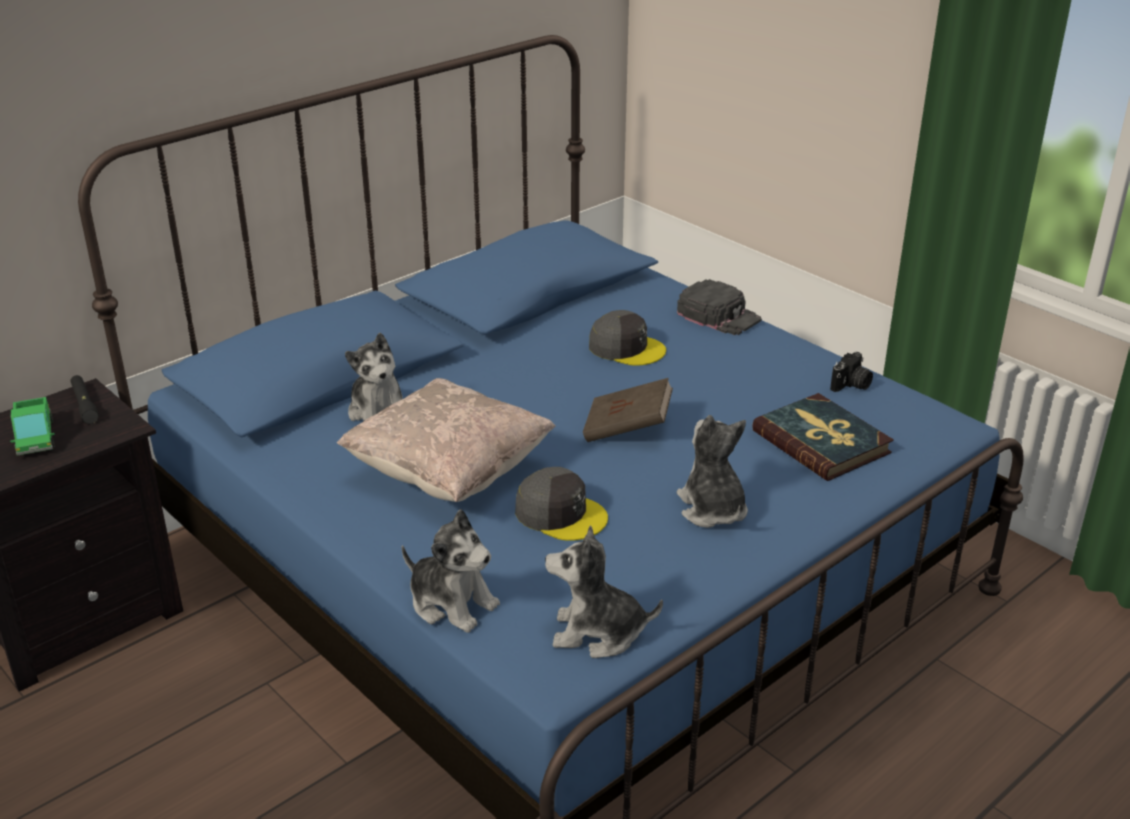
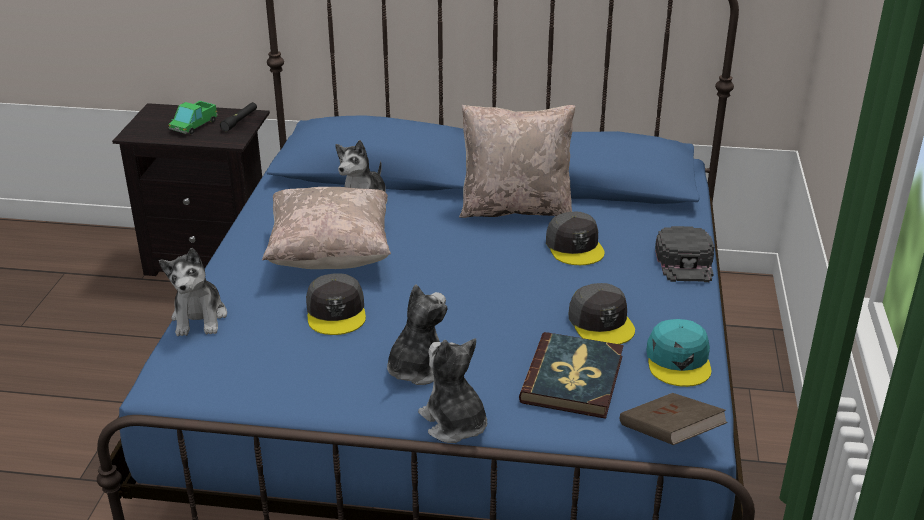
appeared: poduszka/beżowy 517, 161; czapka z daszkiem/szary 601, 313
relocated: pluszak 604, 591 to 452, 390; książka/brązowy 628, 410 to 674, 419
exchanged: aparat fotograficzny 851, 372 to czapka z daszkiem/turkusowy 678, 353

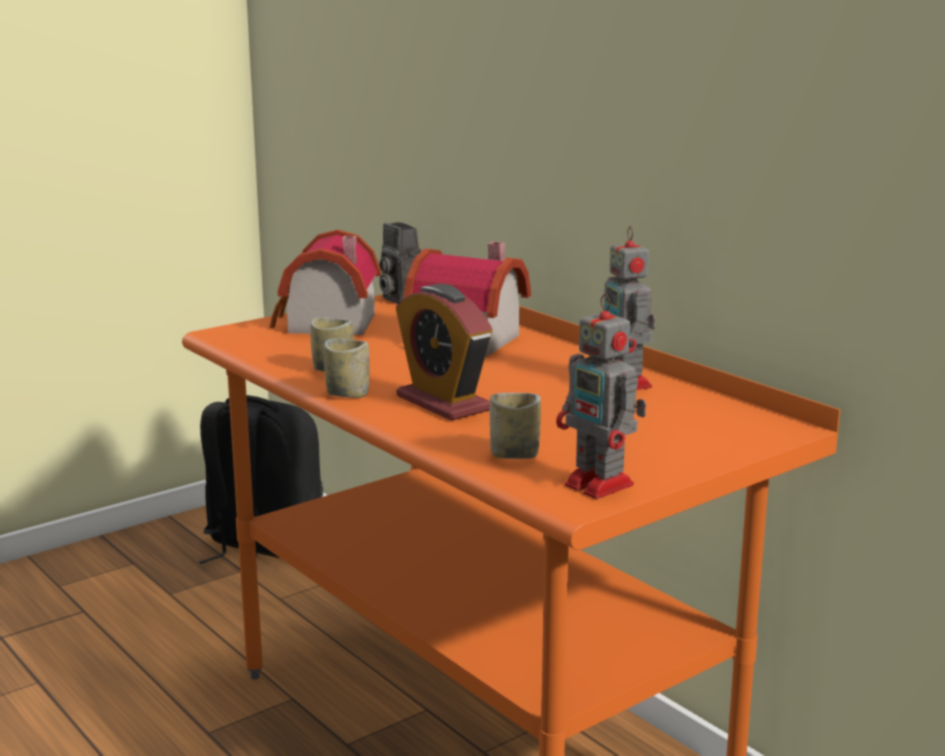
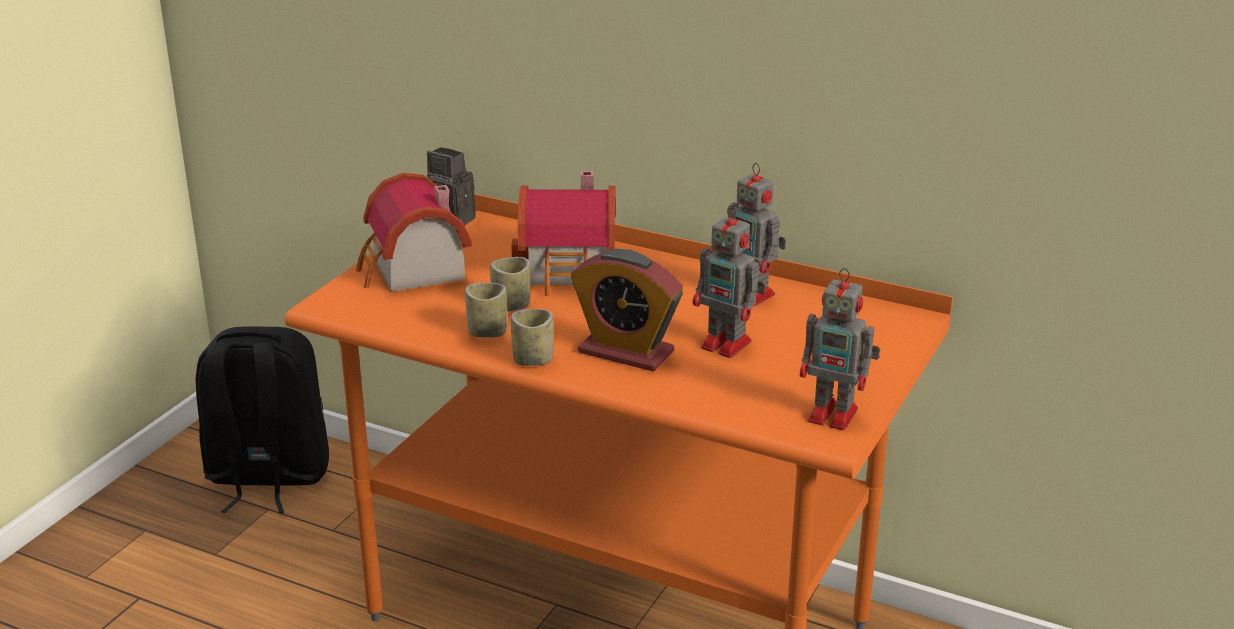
appeared: robot zabawkowy 729, 282
relocated: filiżanka 515, 426 to 510, 284

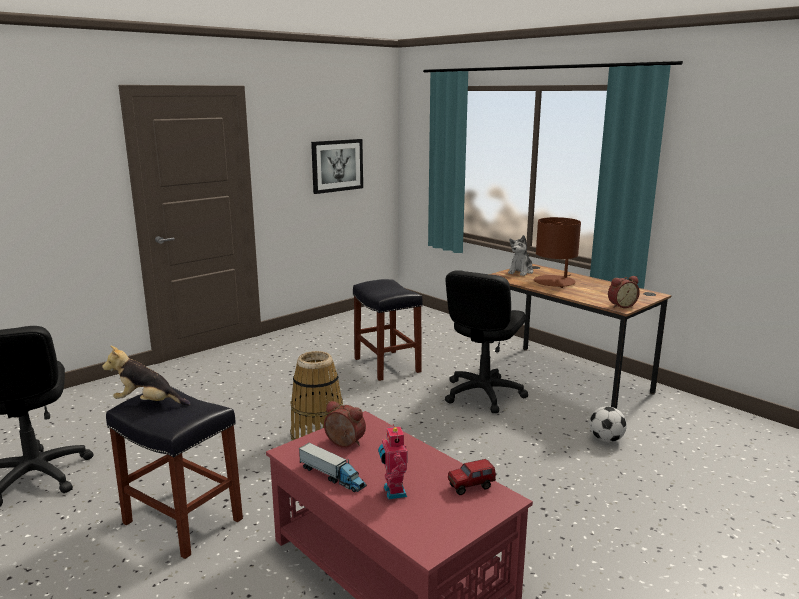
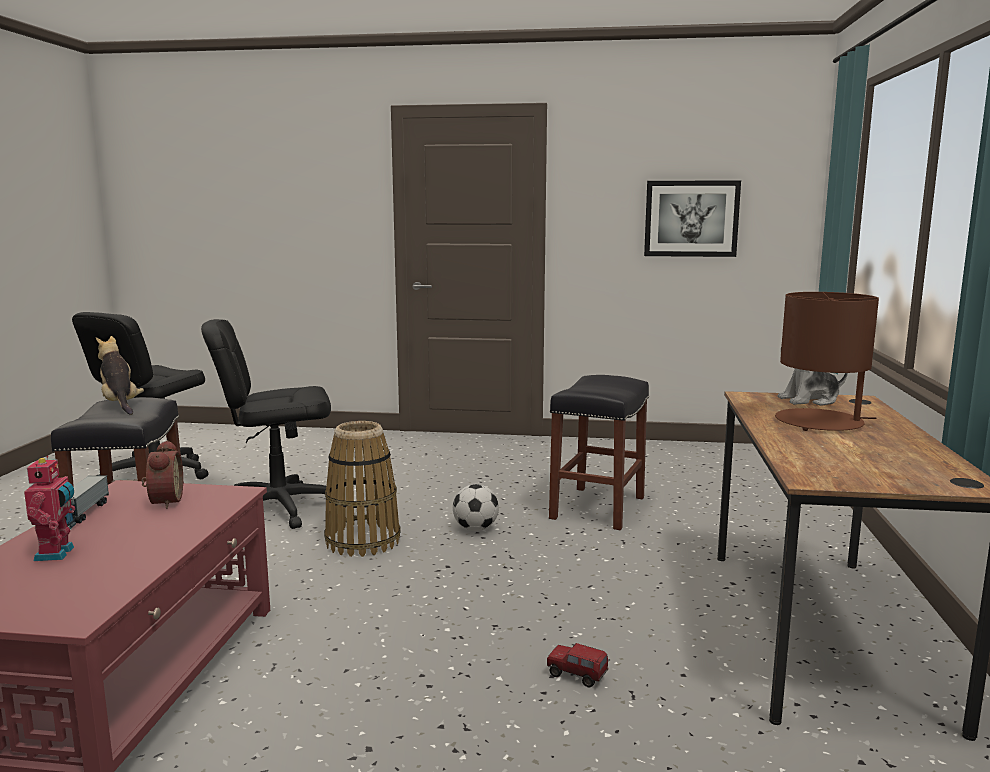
missing: budzik 624, 292
relocated: krzesło biurowe/czarny 486, 341 to 266, 424; piłka futbolowa 608, 424 to 476, 507; ciężarówka zabawkowa 472, 477 to 577, 665
spun: robot zabawkowy 392, 462 = 49, 508 135 degrees clockwise

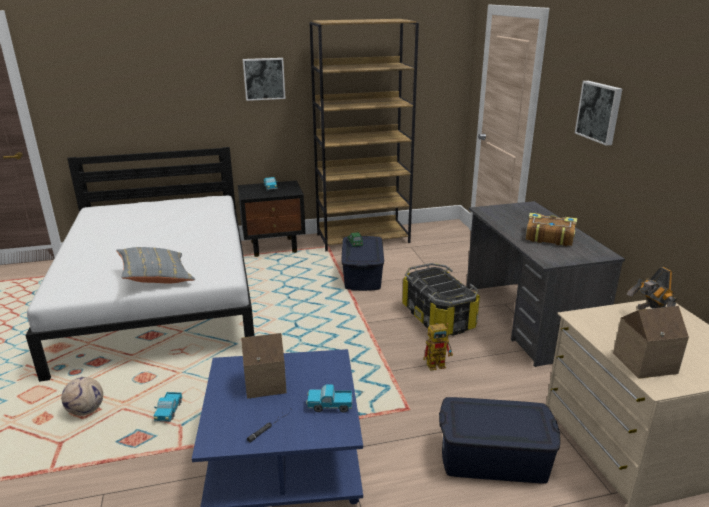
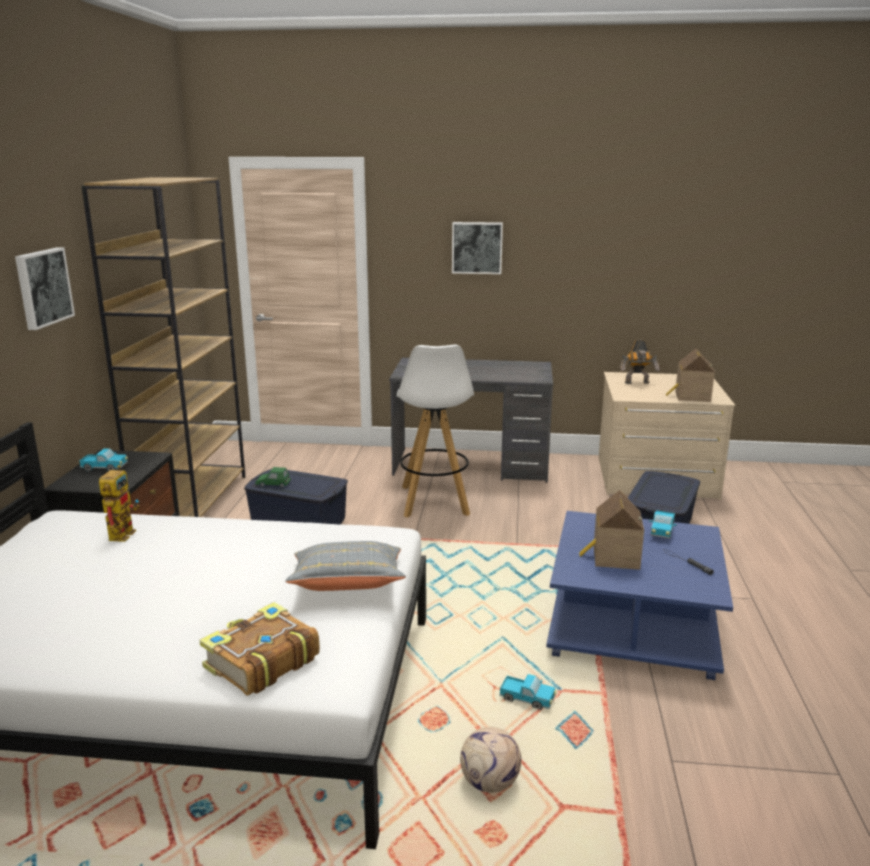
relocated: robot zabawkowy 438, 347 to 119, 503; książka 551, 230 to 260, 649
exchanged: pojemnik do przechowywania 441, 299 to stołek/biały 435, 431

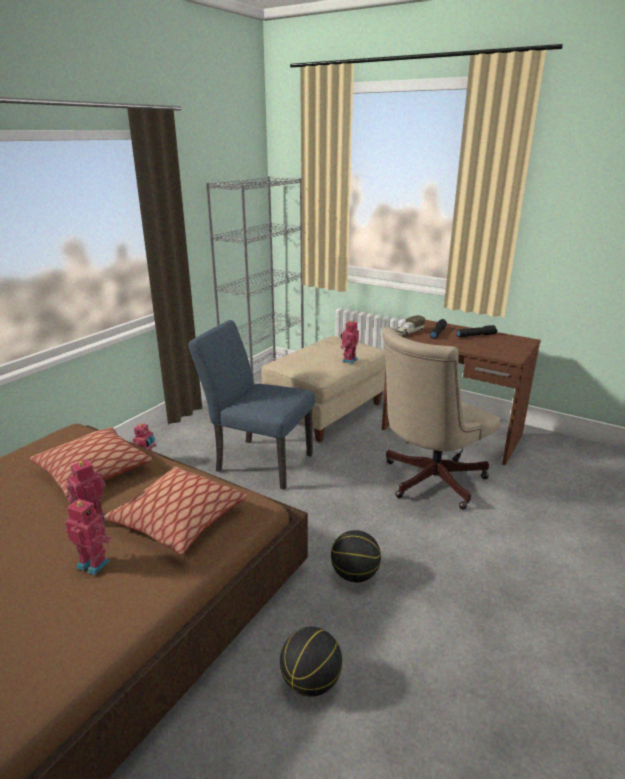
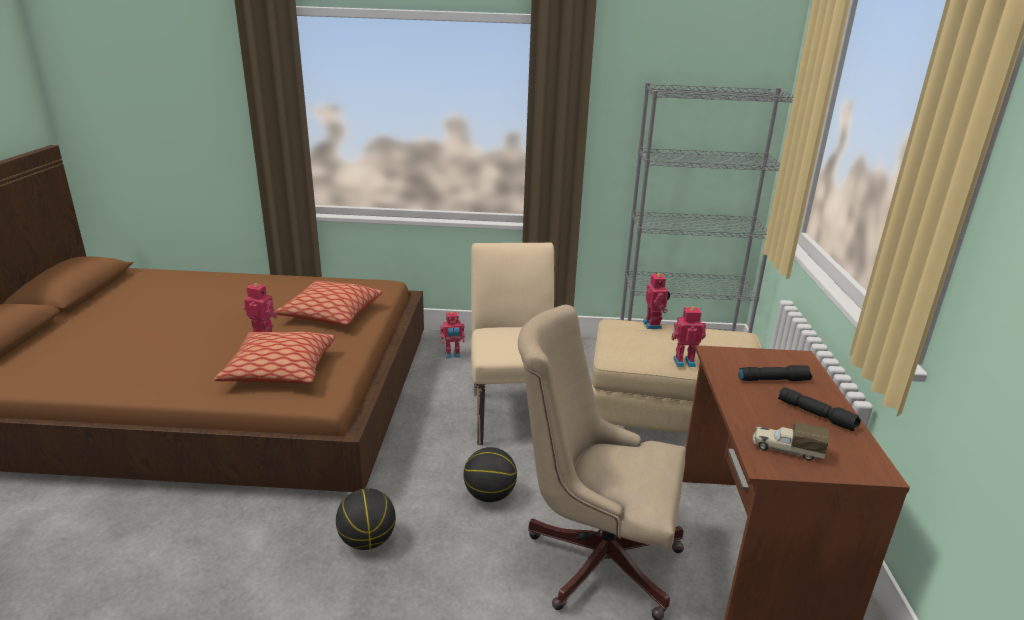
relocated: piłka do koszykówki 311, 662 to 490, 474; robot zabawkowy 88, 537 to 656, 300; ciężarówka zabawkowa 410, 325 to 790, 441
colour: krzesło/niebieski 251, 405 to krzesło/beżowy 512, 344

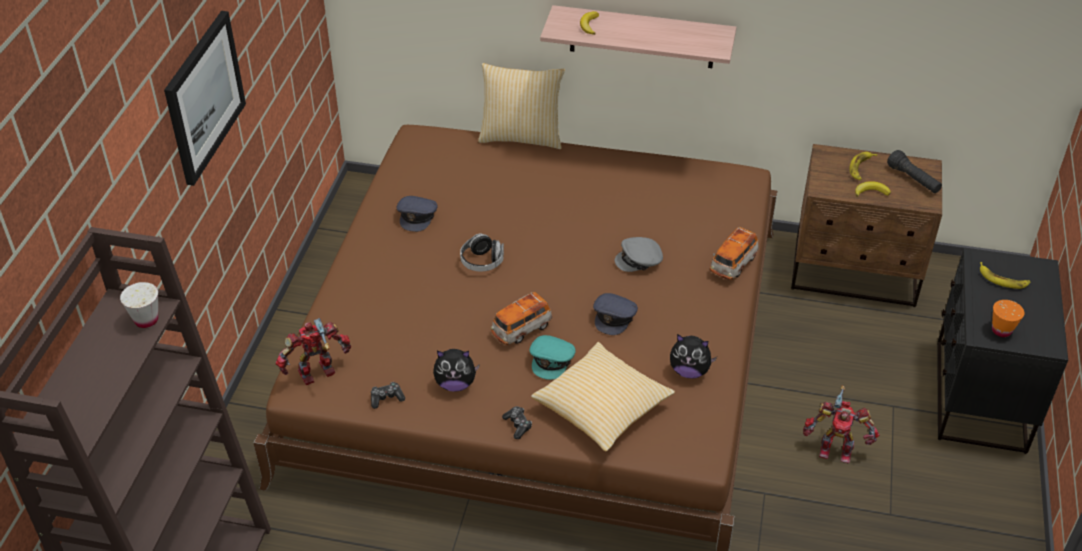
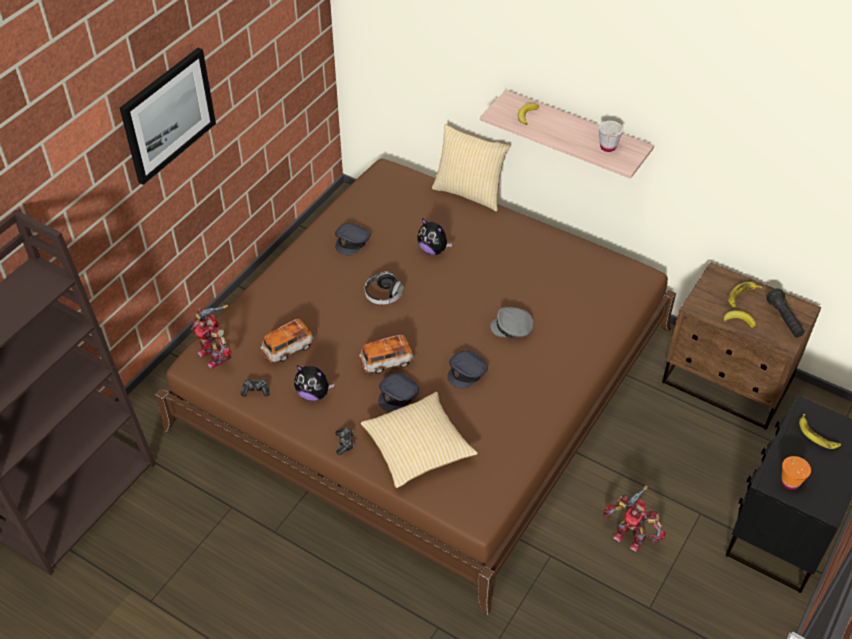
relocated: samochodzik 734, 253 to 287, 341; pluszak 693, 356 to 435, 236; filiżanka/biały 139, 305 to 611, 136
colour: czapka z daszkiem/turkusowy 553, 357 to czapka z daszkiem/szary 398, 392
spun: robot zabawkowy 313, 351 = 211, 337 120 degrees counterclockwise

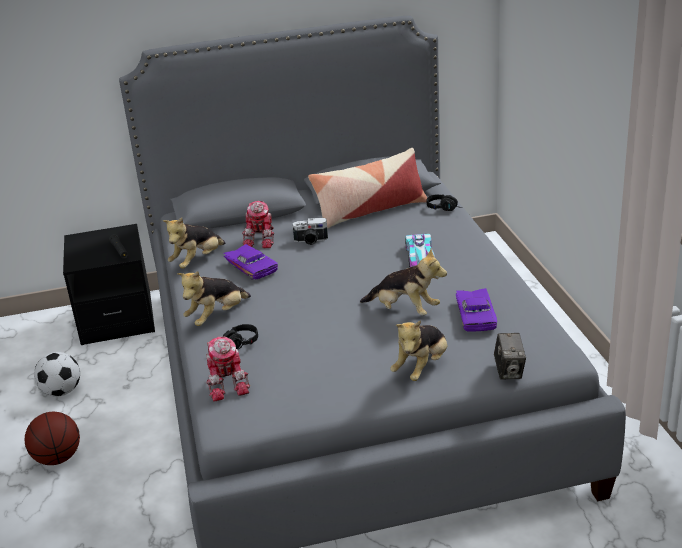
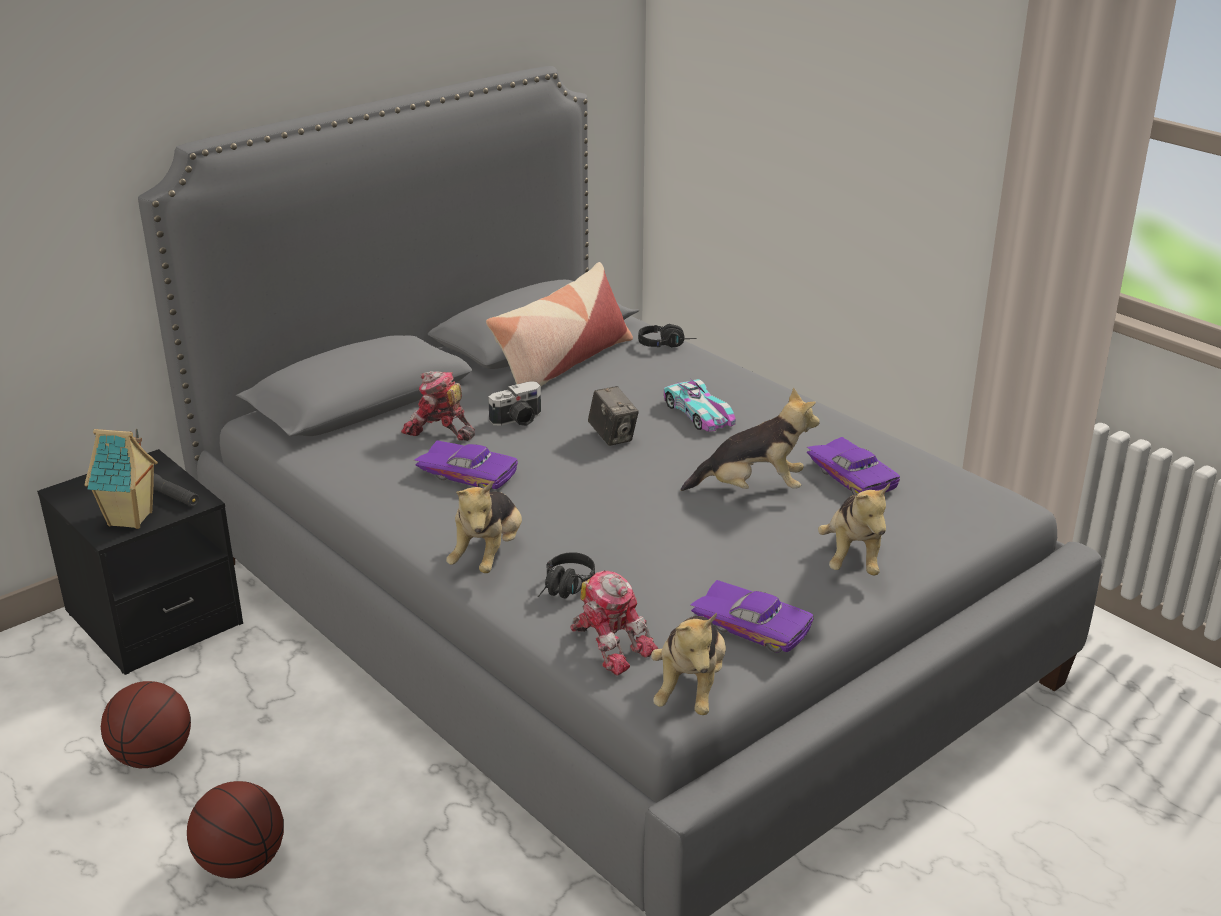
appeared: domek 121, 479; samochodzik/fioletowy 751, 616
relocated: aparat fotograficzny 510, 356 to 613, 416; pluszak 194, 243 to 688, 663
exchanged: piłka futbolowa 57, 374 to piłka do koszykówki 146, 724
spun: robot zabawkowy 258, 224 = 438, 406 135 degrees clockwise

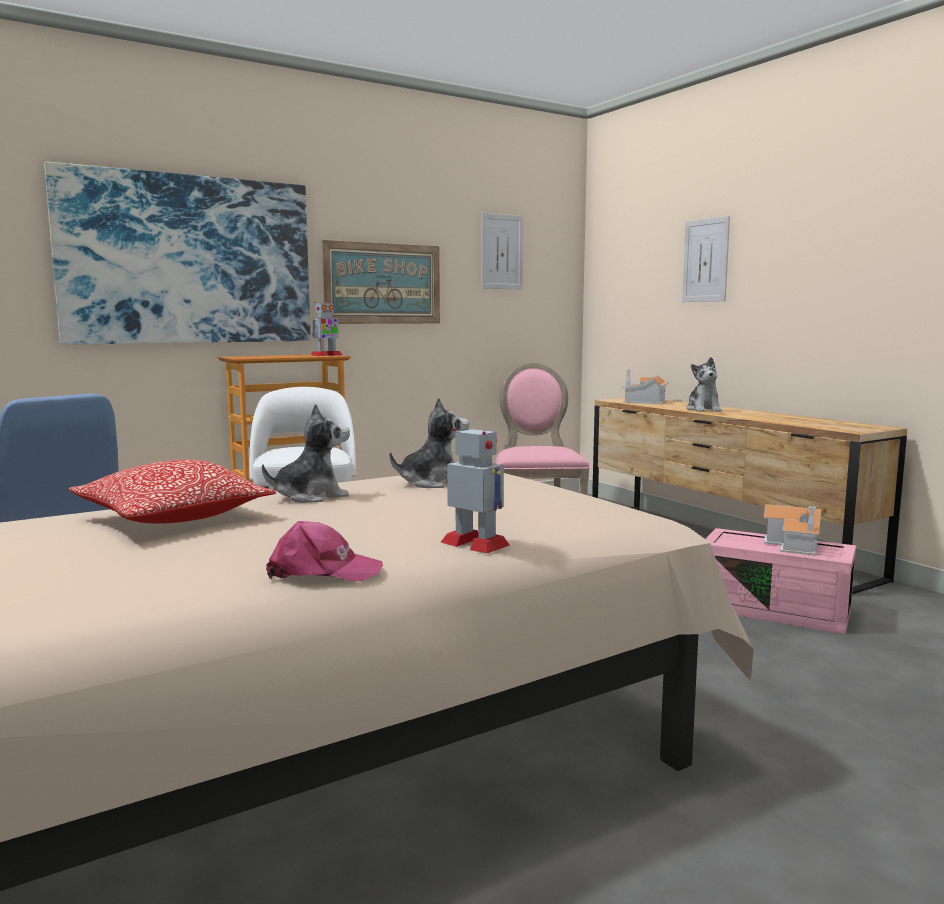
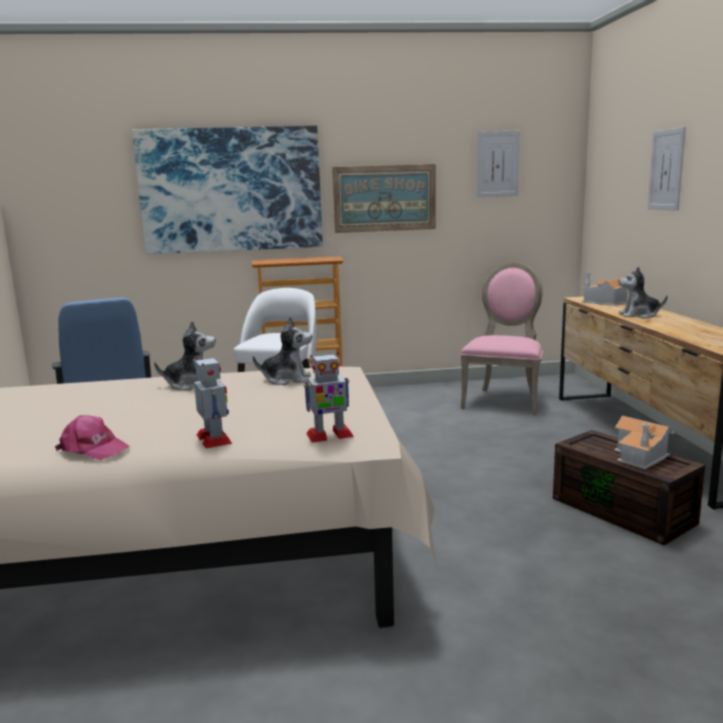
missing: poduszka 172, 492
relocated: robot zabawkowy 326, 329 to 329, 397
colour: pojemnik do przechowywania/różowy 781, 581 to pojemnik do przechowywania/brązowy 629, 487
spun: pluszak 704, 384 = 643, 292 75 degrees clockwise

